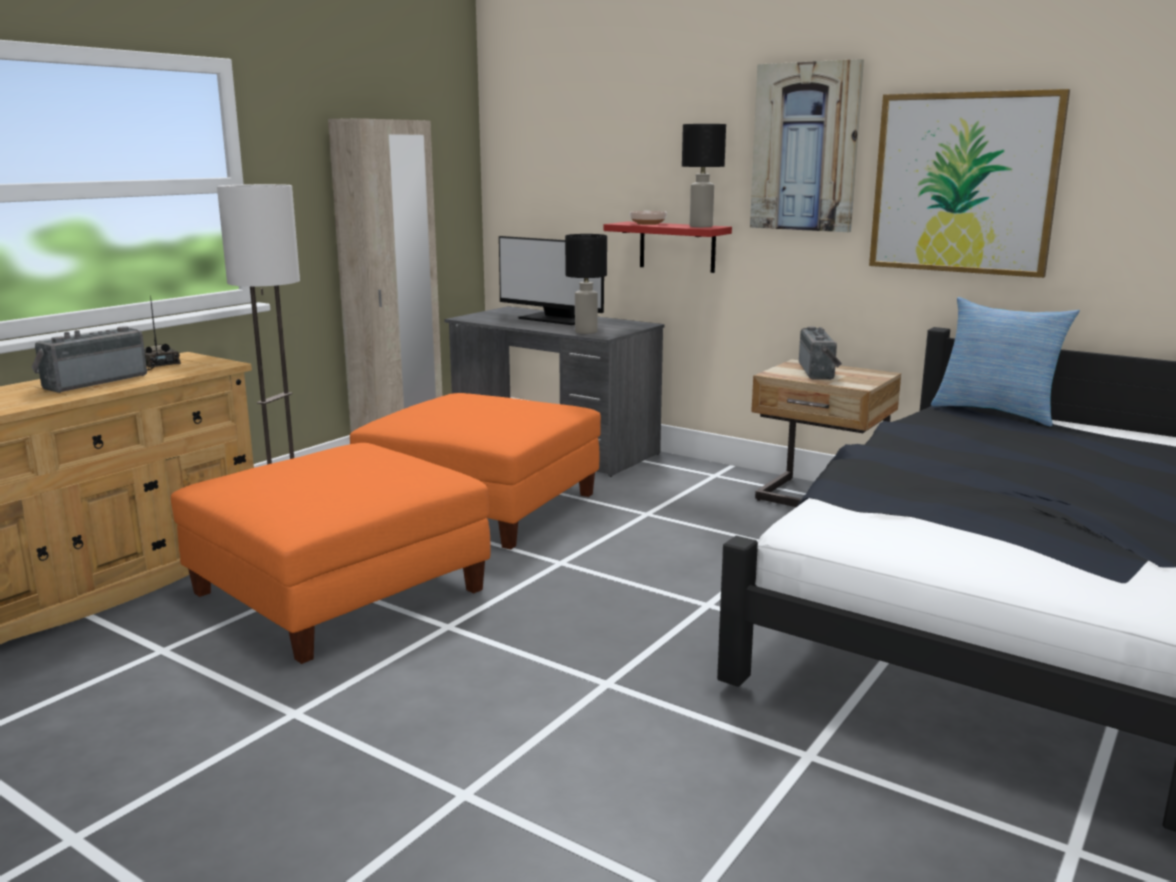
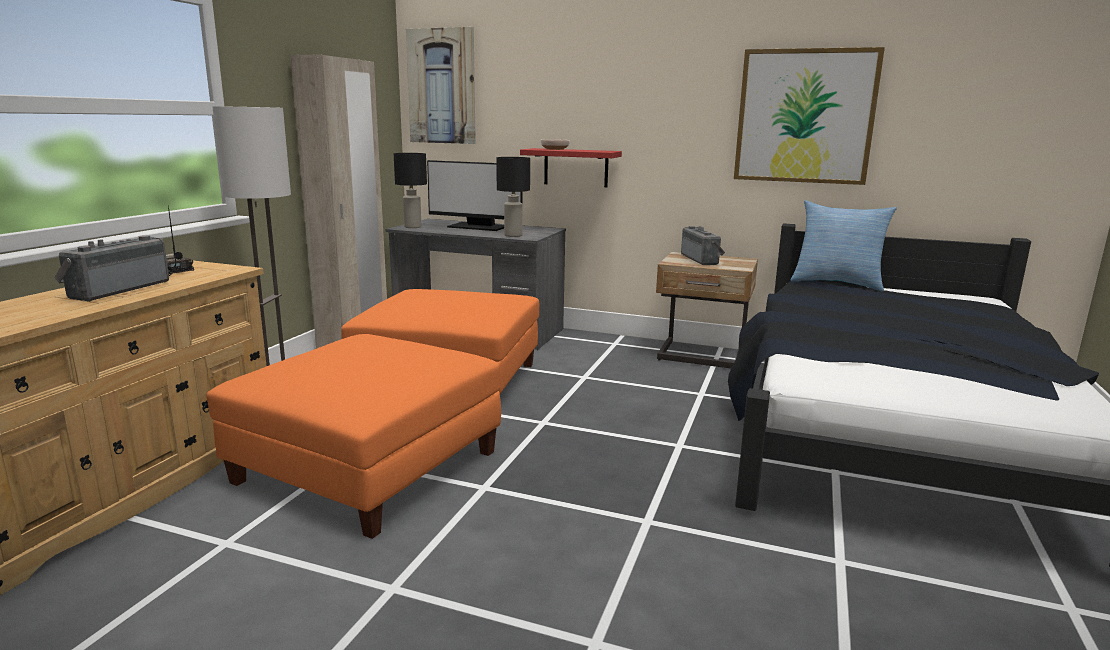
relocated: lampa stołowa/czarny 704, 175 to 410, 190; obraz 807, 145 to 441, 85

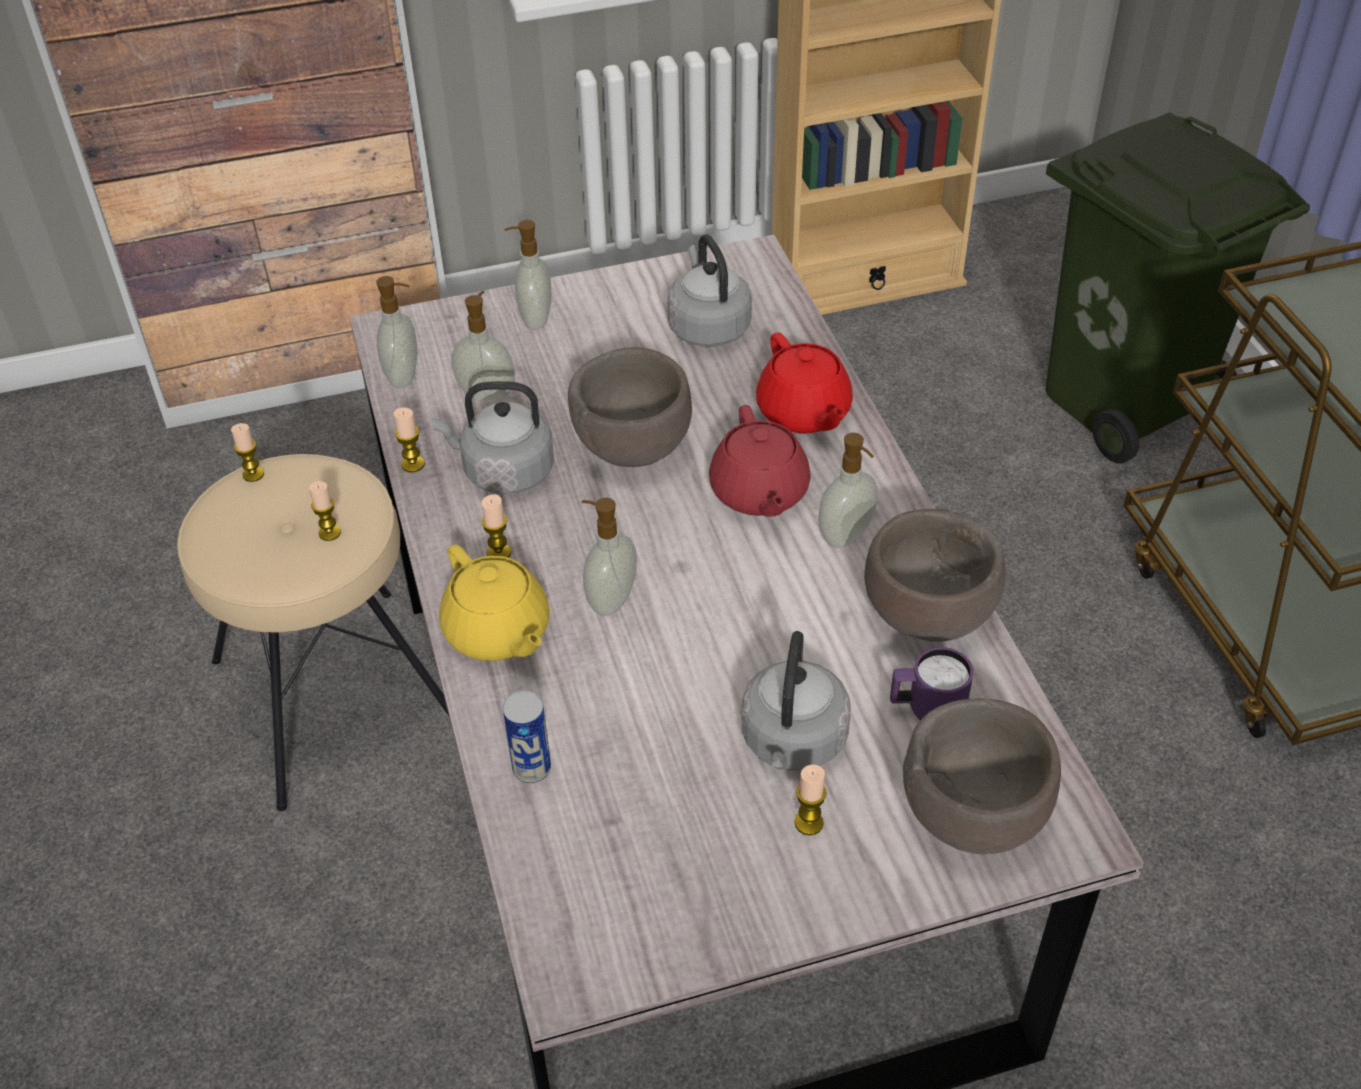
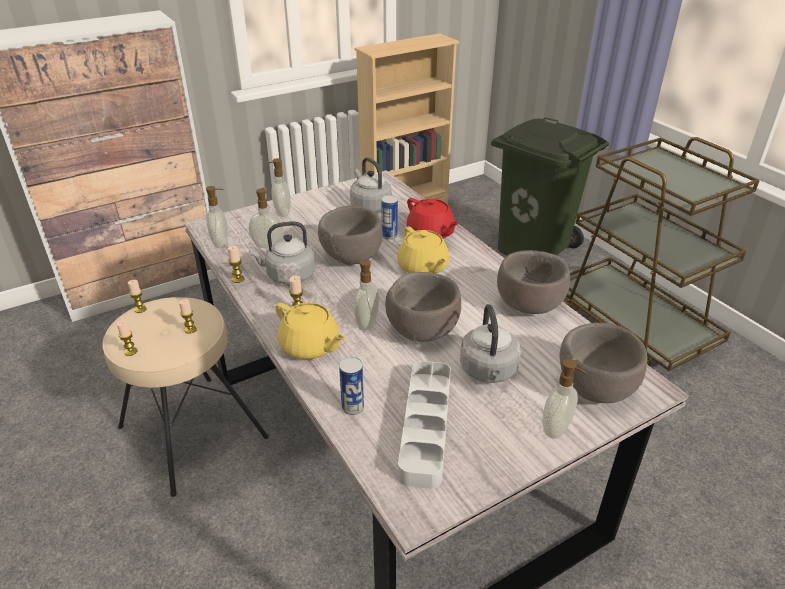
missing: kubek/fioletowy 931, 683
appeared: puszka 389, 217; miska/brązowy 423, 307; taca/szary 424, 425
relocated: świeca 811, 799 to 127, 338; dozownik mydła 848, 490 to 565, 399
colour: imbryk/czerwony 760, 461 to imbryk/żółty 423, 250

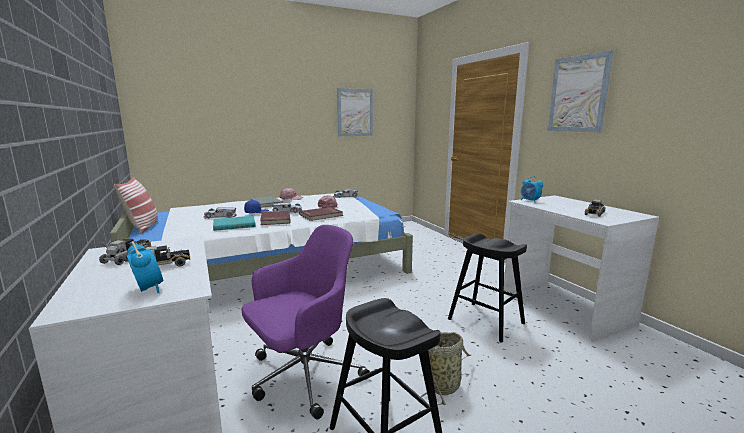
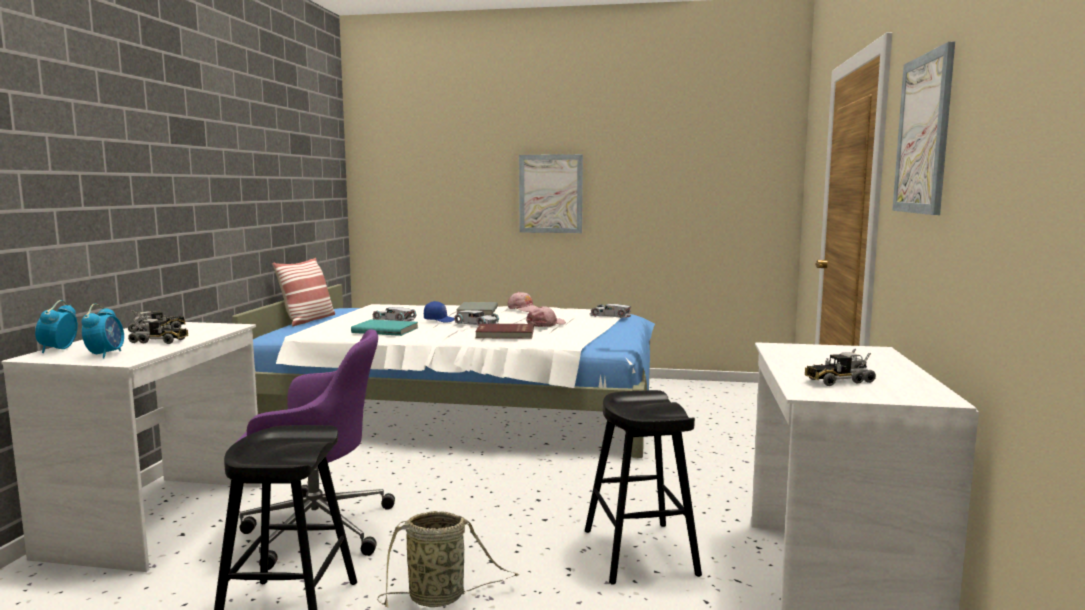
missing: książka/czerwony 275, 217
relocated: budzik 532, 189 to 56, 326; obraz 355, 112 to 551, 193

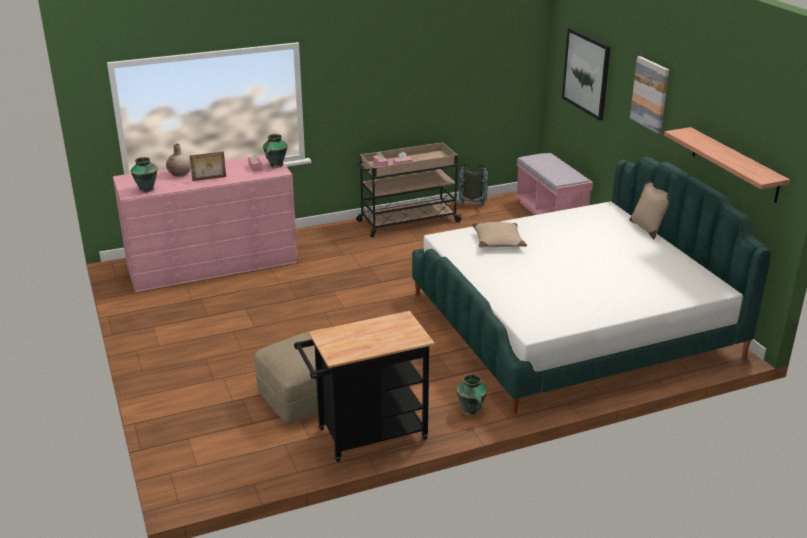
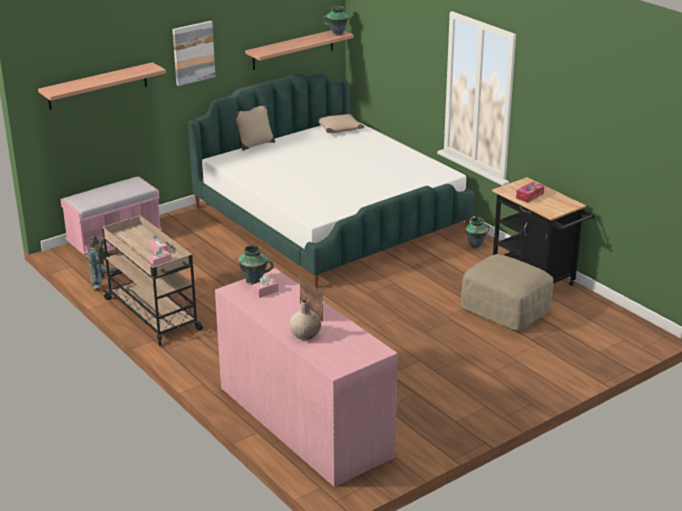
appeared: pudełko chusteczek 530, 192
relocated: poduszka/beżowy 499, 235 to 340, 123; wazon 144, 175 to 336, 21
exchanged: obraz 586, 74 to półka 102, 86

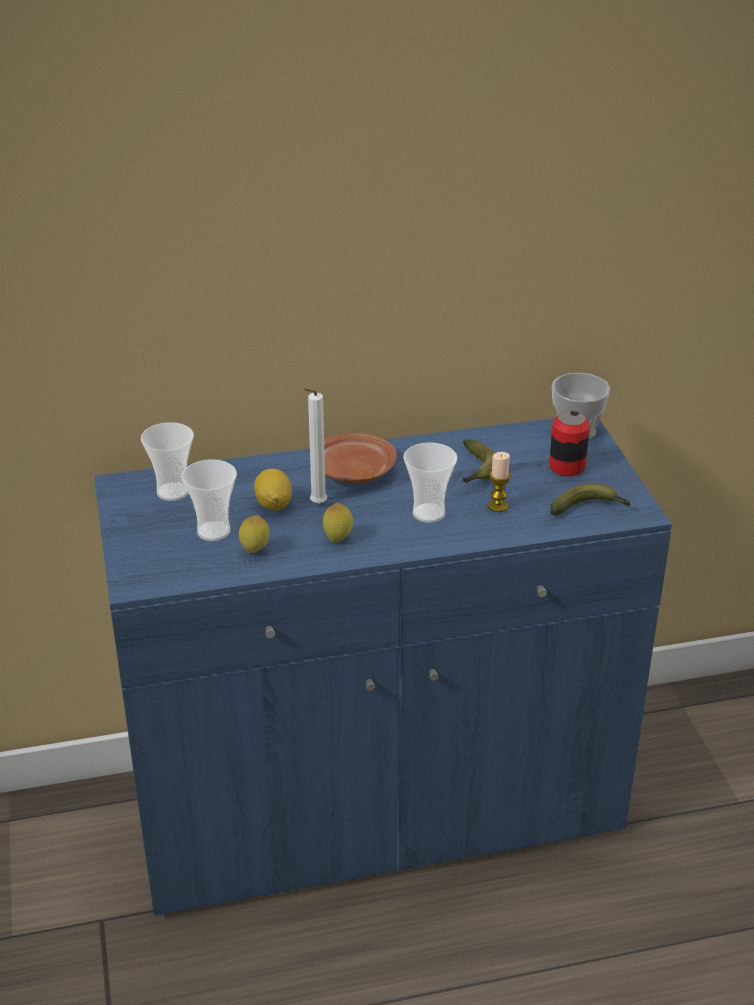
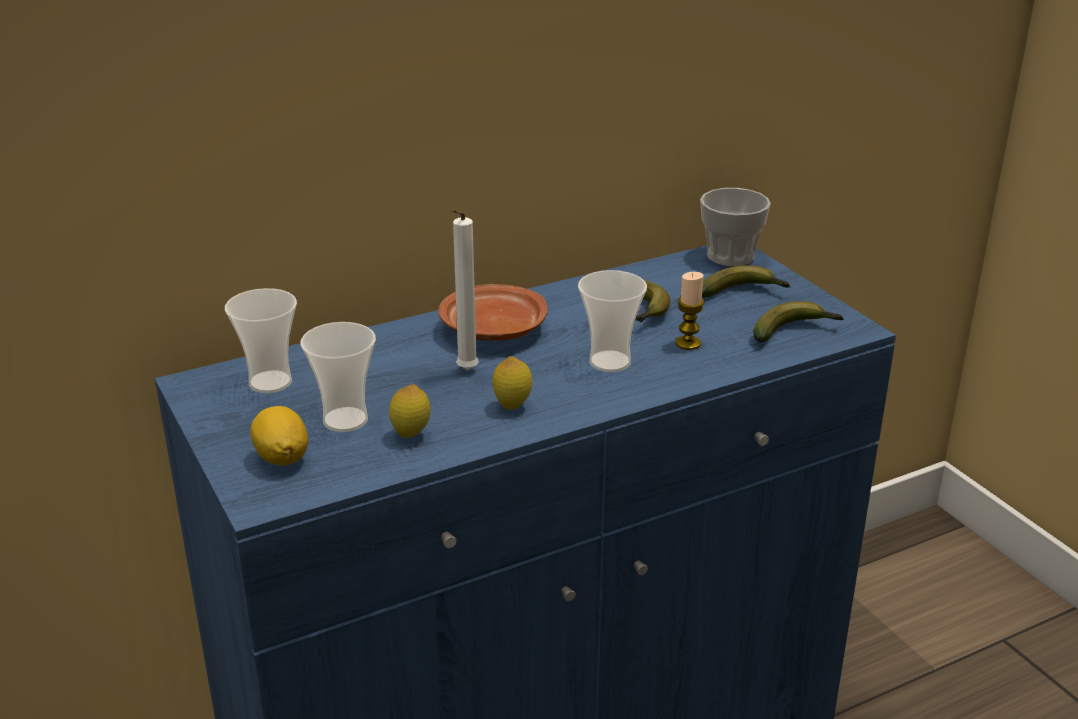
relocated: cytryna 273, 489 to 279, 436
exchanged: puszka 569, 443 to banan 746, 281

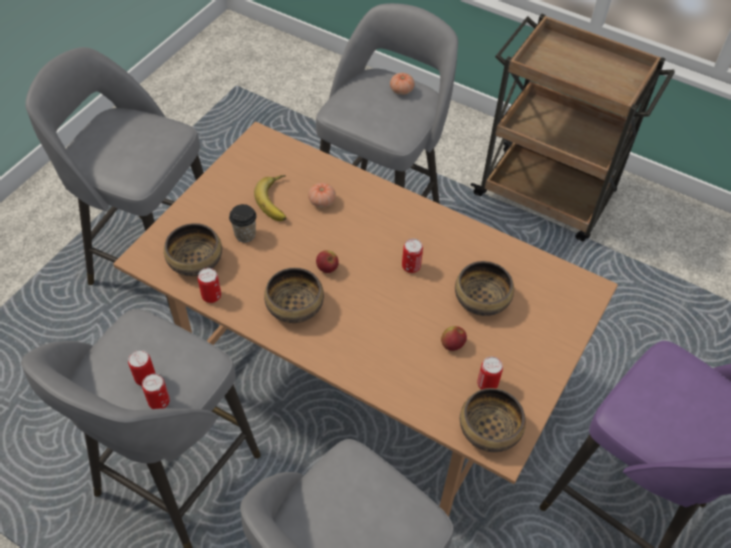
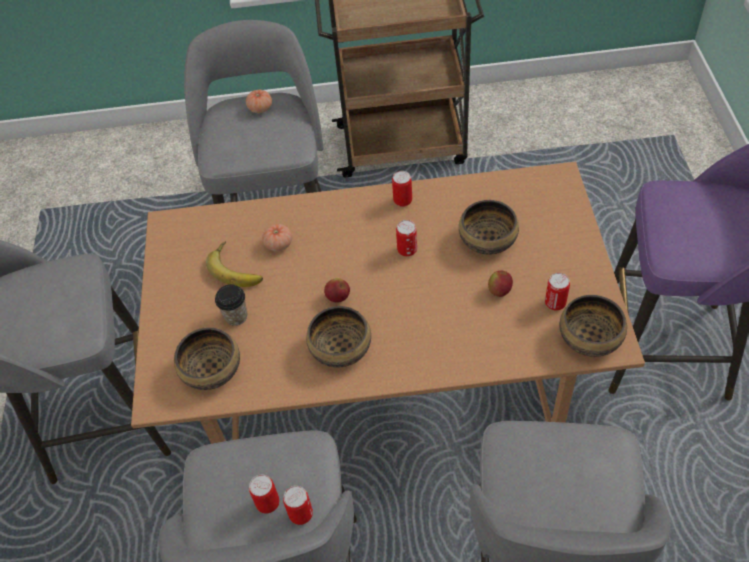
relocated: puszka 209, 285 to 402, 189

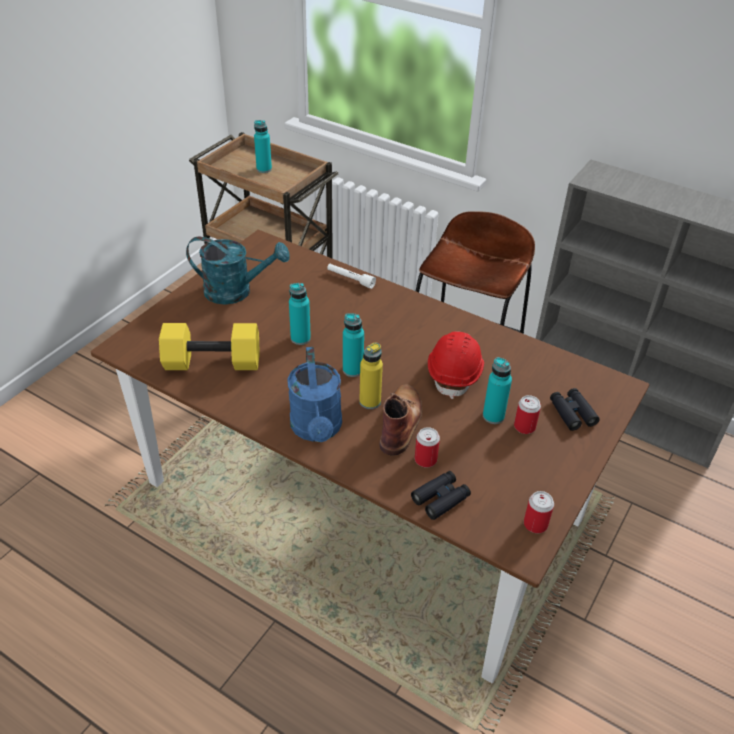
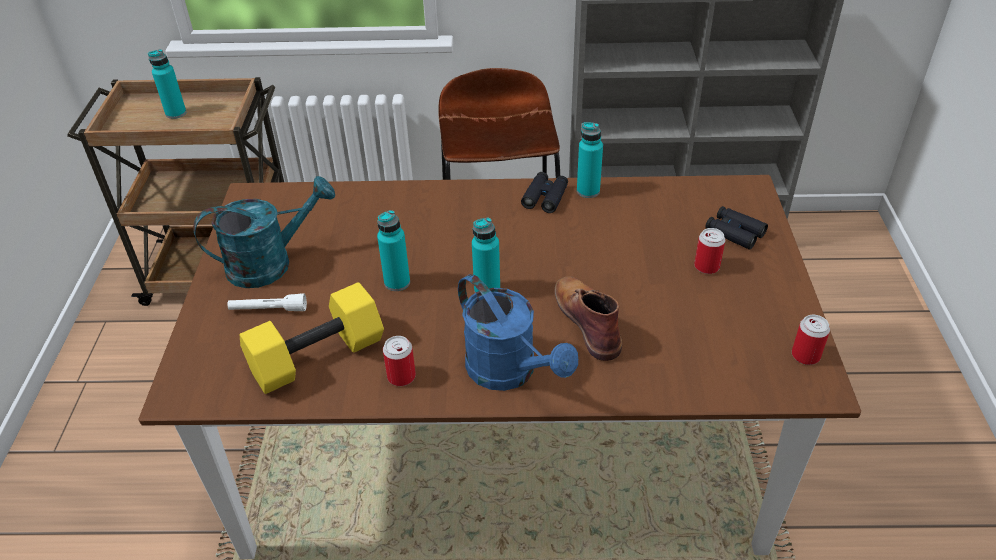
missing: butelka/żółty 371, 375; kask/czerwony 456, 365
relocated: latarka/biały 351, 276 to 267, 302; puszka 427, 447 to 399, 361; lornetka/czarny 441, 495 to 544, 192; butelka/turkusowy 497, 390 to 590, 160

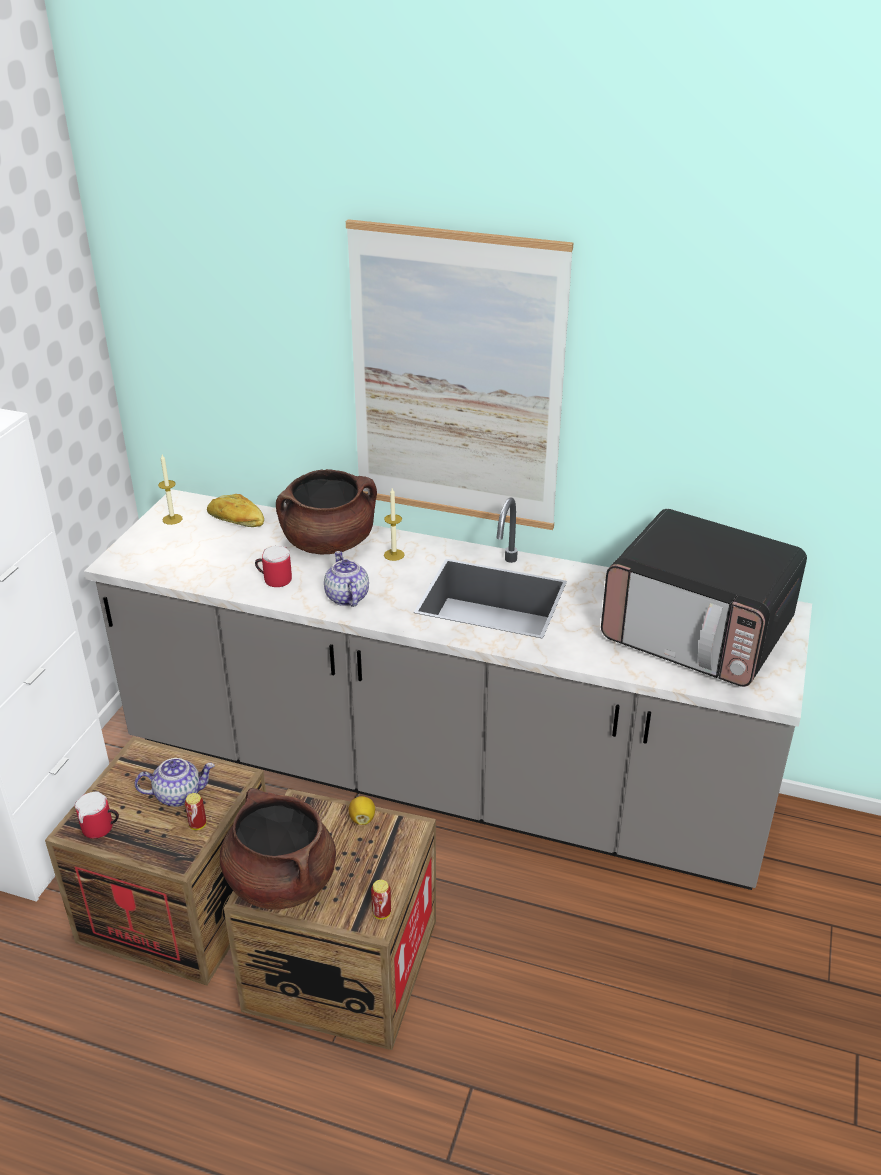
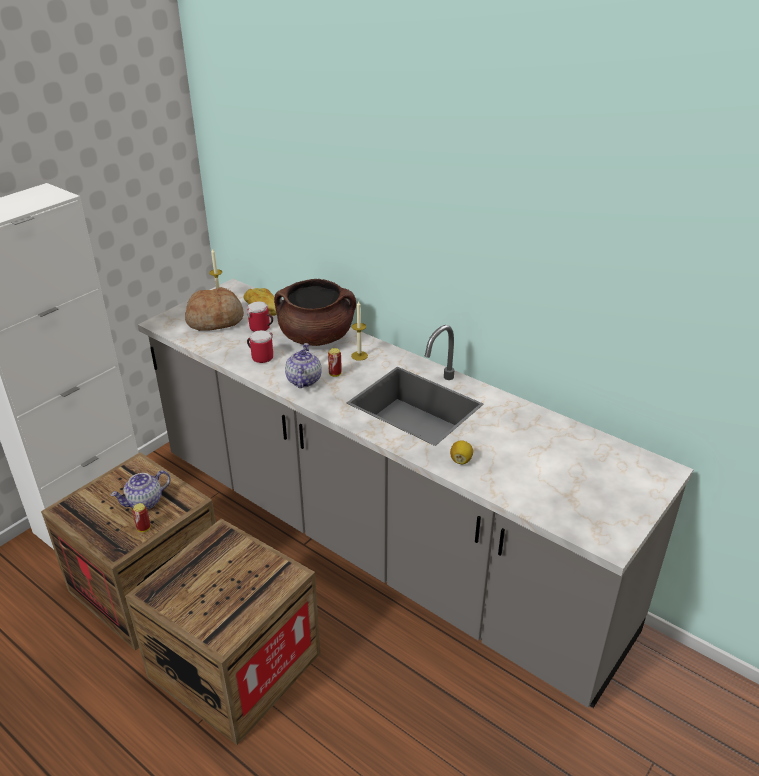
missing: garnek/brązowy 278, 848; obraz 459, 374; mikrofalówka 704, 598
appeared: chleb 214, 309
relocated: kubek 97, 815 to 260, 316; puszka 381, 899 to 335, 362; cytryna 362, 810 to 461, 452
spun: imbryk 175, 782 = 141, 490 135 degrees clockwise

